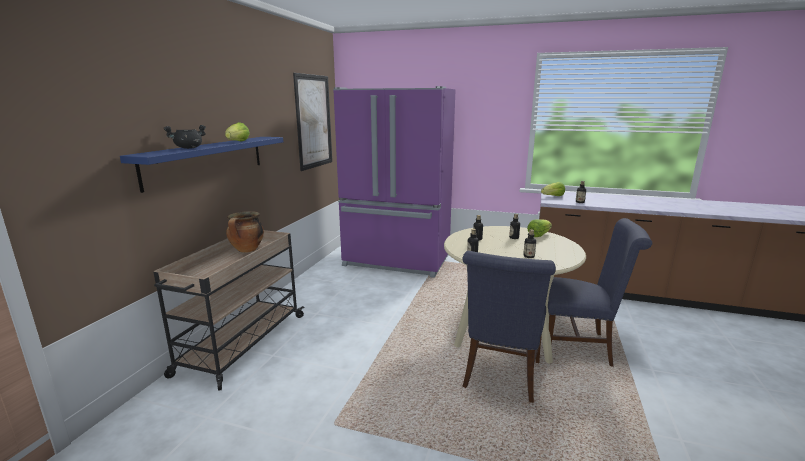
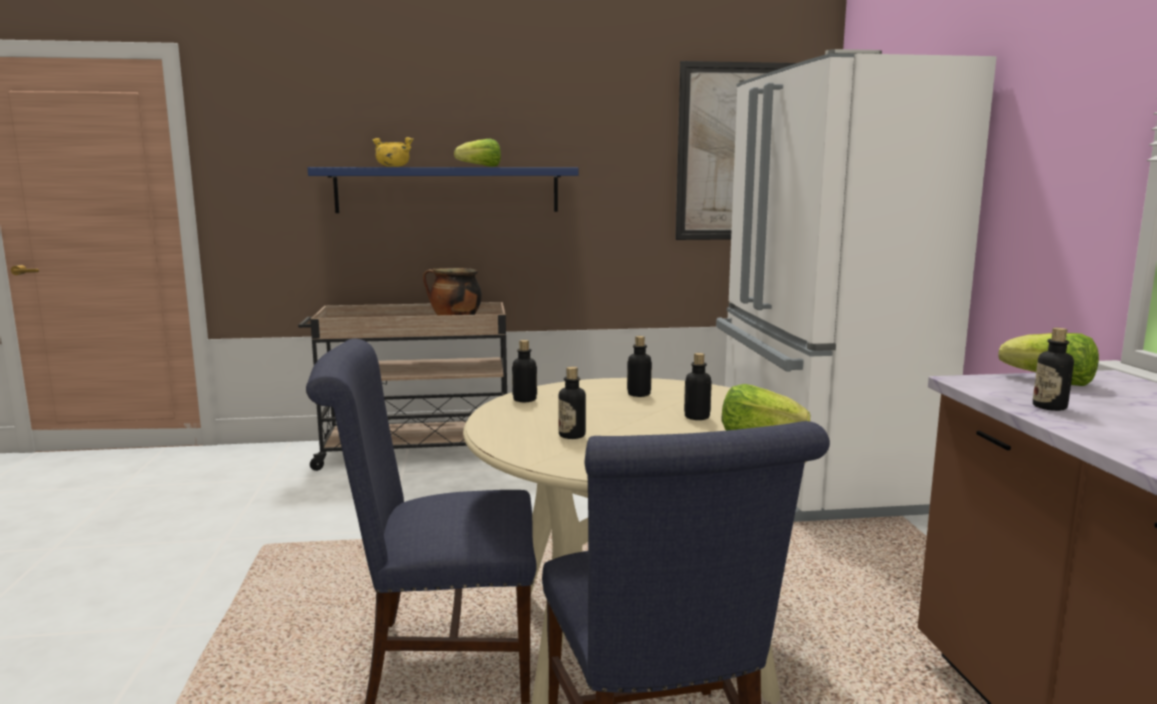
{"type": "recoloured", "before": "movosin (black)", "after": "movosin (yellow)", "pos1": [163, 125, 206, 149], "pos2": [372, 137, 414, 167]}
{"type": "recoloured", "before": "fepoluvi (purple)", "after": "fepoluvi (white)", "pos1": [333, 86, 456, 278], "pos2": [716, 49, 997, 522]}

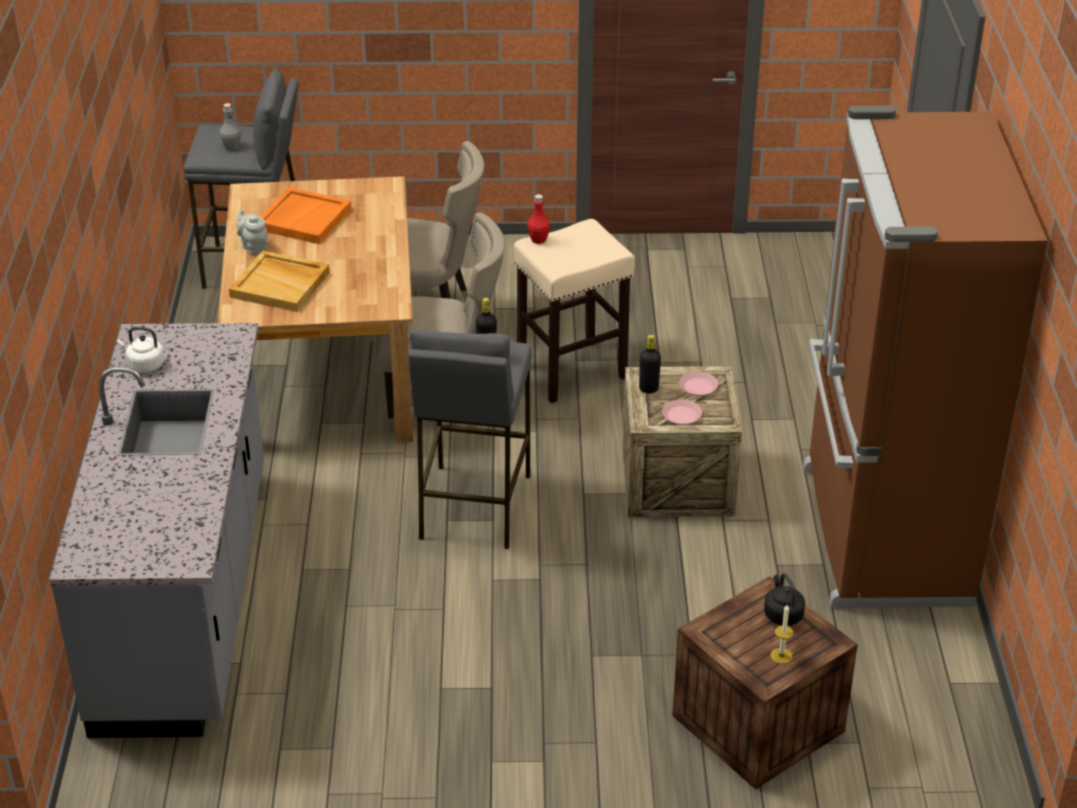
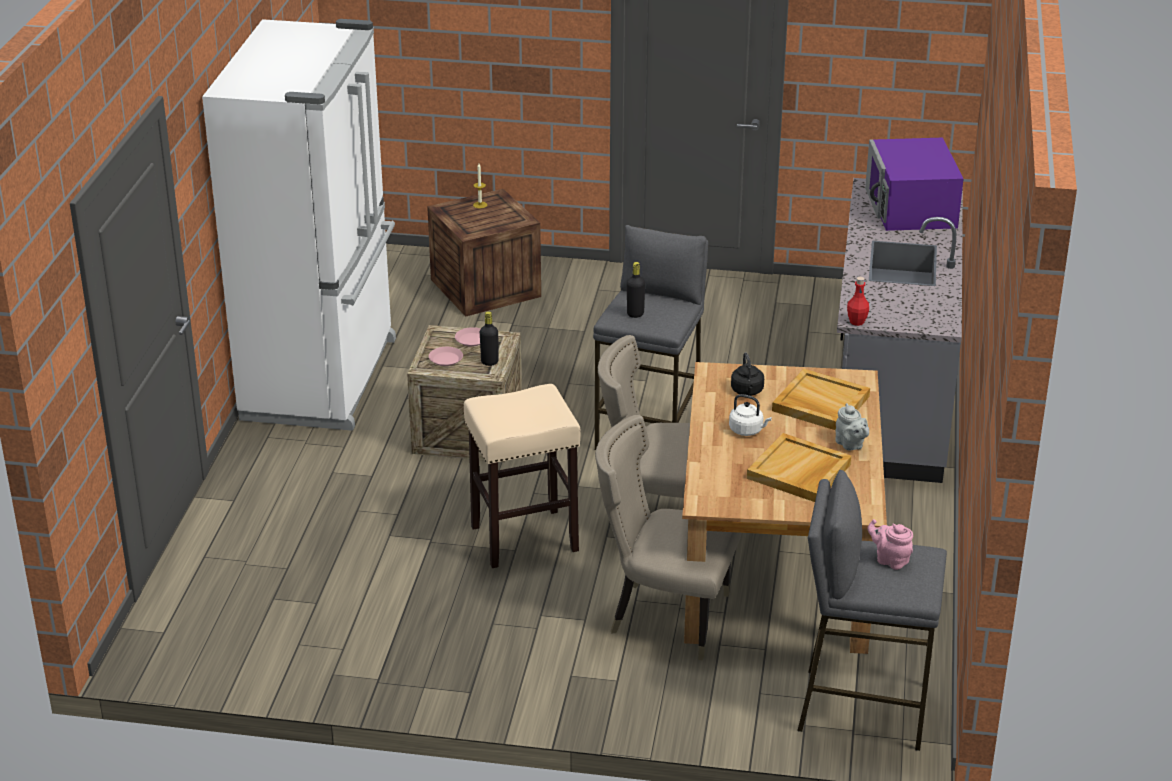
{"type": "moved", "before": "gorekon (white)", "pos1": [117, 327, 164, 372], "pos2": [729, 394, 772, 436]}
{"type": "replaced", "before": "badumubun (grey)", "after": "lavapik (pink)", "pos1": [219, 103, 241, 150], "pos2": [867, 519, 913, 570]}
{"type": "recoloured", "before": "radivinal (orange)", "after": "radivinal (beige)", "pos1": [260, 187, 351, 244], "pos2": [747, 433, 852, 502]}
{"type": "moved", "before": "badumubun (red)", "pos1": [527, 194, 550, 244], "pos2": [847, 277, 869, 326]}
{"type": "moved", "before": "gorekon (black)", "pos1": [764, 573, 805, 625], "pos2": [731, 352, 764, 396]}
{"type": "recoloured", "before": "fepoluvi (brown)", "after": "fepoluvi (white)", "pos1": [803, 106, 1047, 608], "pos2": [202, 19, 396, 431]}
{"type": "added", "after": "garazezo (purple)", "pos2": [865, 138, 963, 231]}

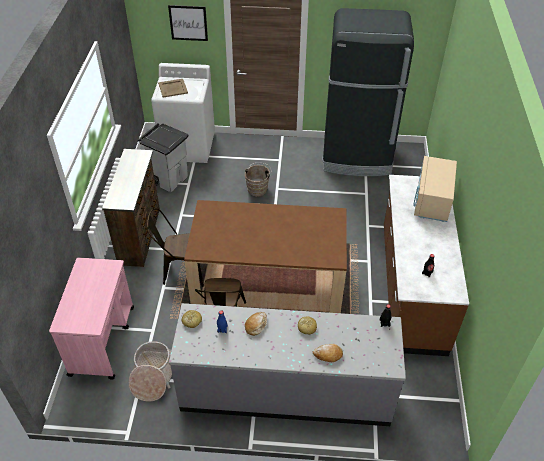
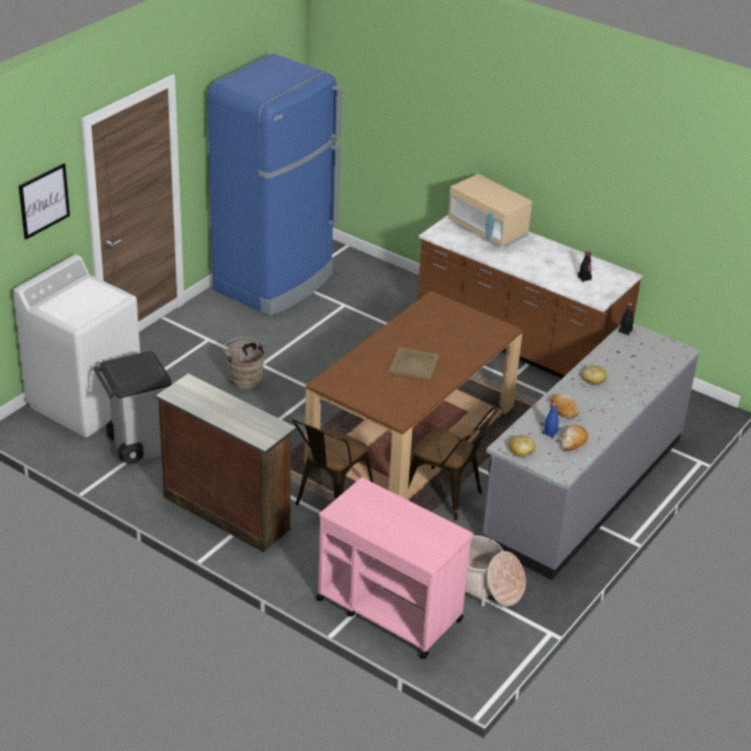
{"type": "moved", "before": "radivinal (beige)", "pos1": [158, 79, 188, 97], "pos2": [388, 347, 440, 380]}
{"type": "moved", "before": "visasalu", "pos1": [312, 344, 343, 362], "pos2": [560, 425, 588, 451]}
{"type": "recoloured", "before": "fepoluvi (black)", "after": "fepoluvi (blue)", "pos1": [322, 8, 414, 176], "pos2": [207, 54, 342, 316]}

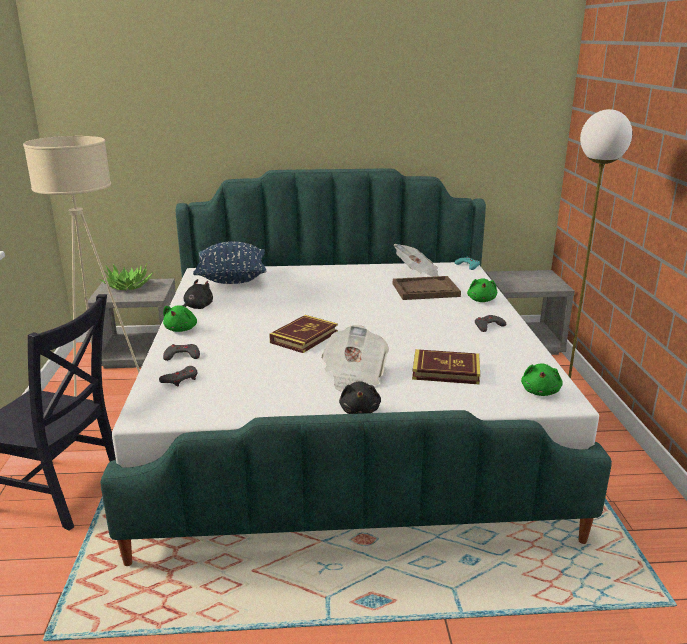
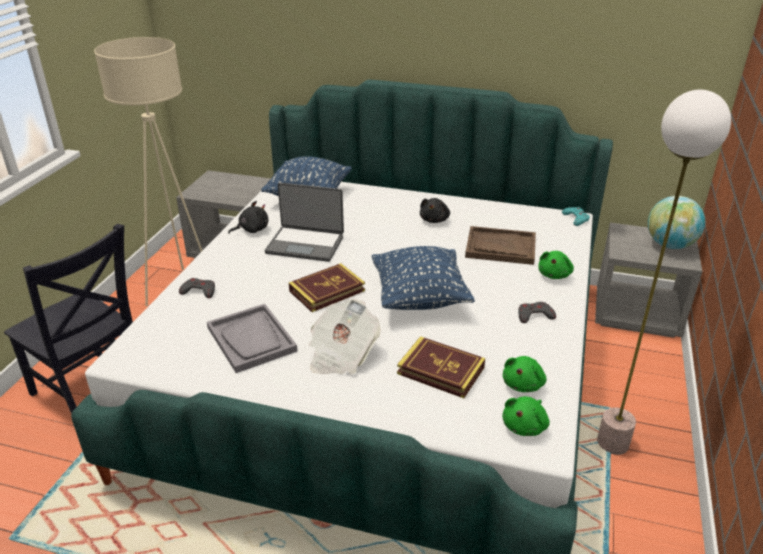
{"type": "removed", "before": "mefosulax", "pos1": [99, 264, 153, 290]}
{"type": "removed", "before": "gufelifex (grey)", "pos1": [159, 366, 197, 387]}
{"type": "moved", "before": "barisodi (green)", "pos1": [163, 305, 197, 332], "pos2": [503, 356, 547, 392]}
{"type": "moved", "before": "barisodi (black)", "pos1": [339, 381, 381, 414], "pos2": [420, 198, 450, 223]}
{"type": "removed", "before": "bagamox", "pos1": [394, 244, 438, 277]}
{"type": "added", "after": "radivinal (grey)", "pos2": [207, 304, 297, 373]}
{"type": "added", "after": "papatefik", "pos2": [265, 183, 344, 262]}
{"type": "added", "after": "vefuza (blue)", "pos2": [372, 246, 475, 310]}
{"type": "added", "after": "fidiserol", "pos2": [648, 196, 705, 249]}

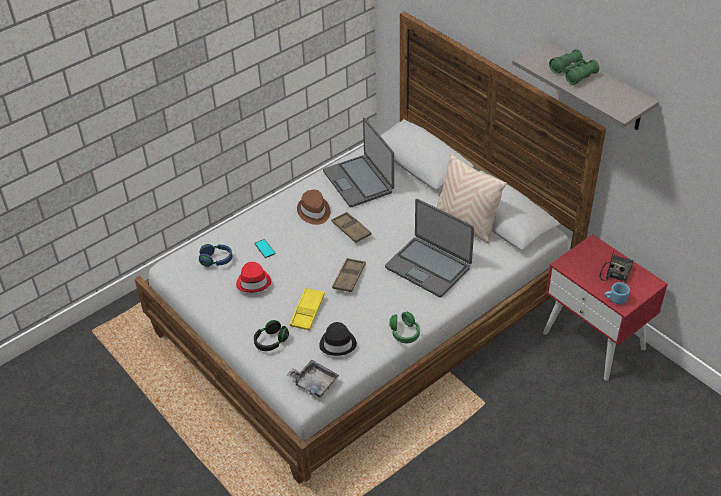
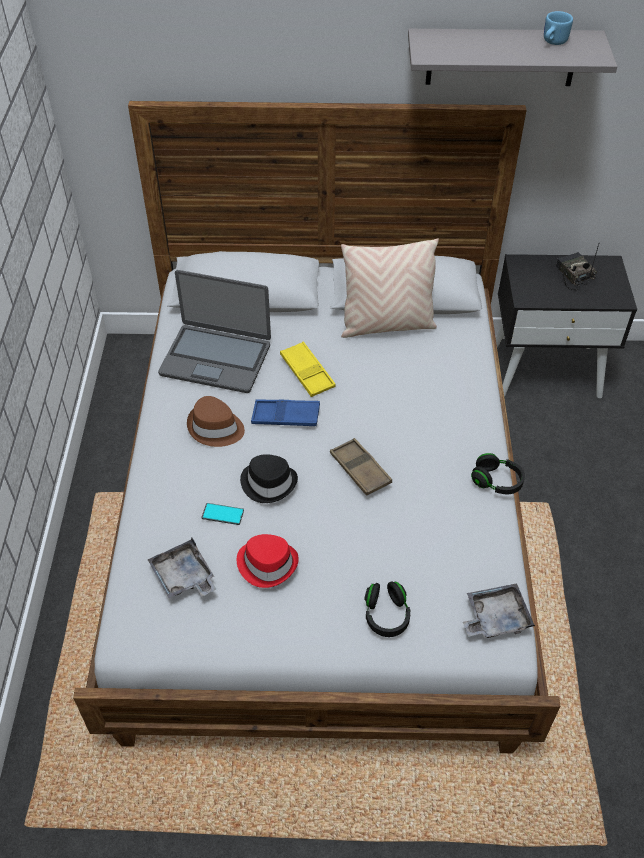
{"type": "replaced", "before": "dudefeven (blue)", "after": "radivinal (grey)", "pos1": [199, 244, 232, 267], "pos2": [147, 538, 216, 598]}
{"type": "moved", "before": "radivinal (yellow)", "pos1": [290, 287, 325, 330], "pos2": [280, 342, 335, 397]}
{"type": "moved", "before": "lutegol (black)", "pos1": [319, 322, 357, 356], "pos2": [240, 454, 298, 503]}
{"type": "recoloured", "before": "radivinal (brown)", "after": "radivinal (blue)", "pos1": [331, 212, 371, 243], "pos2": [251, 399, 320, 426]}
{"type": "removed", "before": "papatefik", "pos1": [385, 199, 474, 297]}
{"type": "recoloured", "before": "dudefeven (green)", "after": "dudefeven (black)", "pos1": [390, 312, 420, 343], "pos2": [471, 453, 525, 494]}
{"type": "recoloured", "before": "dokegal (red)", "after": "dokegal (black)", "pos1": [543, 234, 668, 381], "pos2": [496, 254, 637, 398]}
{"type": "removed", "before": "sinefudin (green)", "pos1": [549, 49, 599, 85]}
{"type": "moved", "before": "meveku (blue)", "pos1": [605, 282, 630, 305], "pos2": [544, 11, 573, 45]}

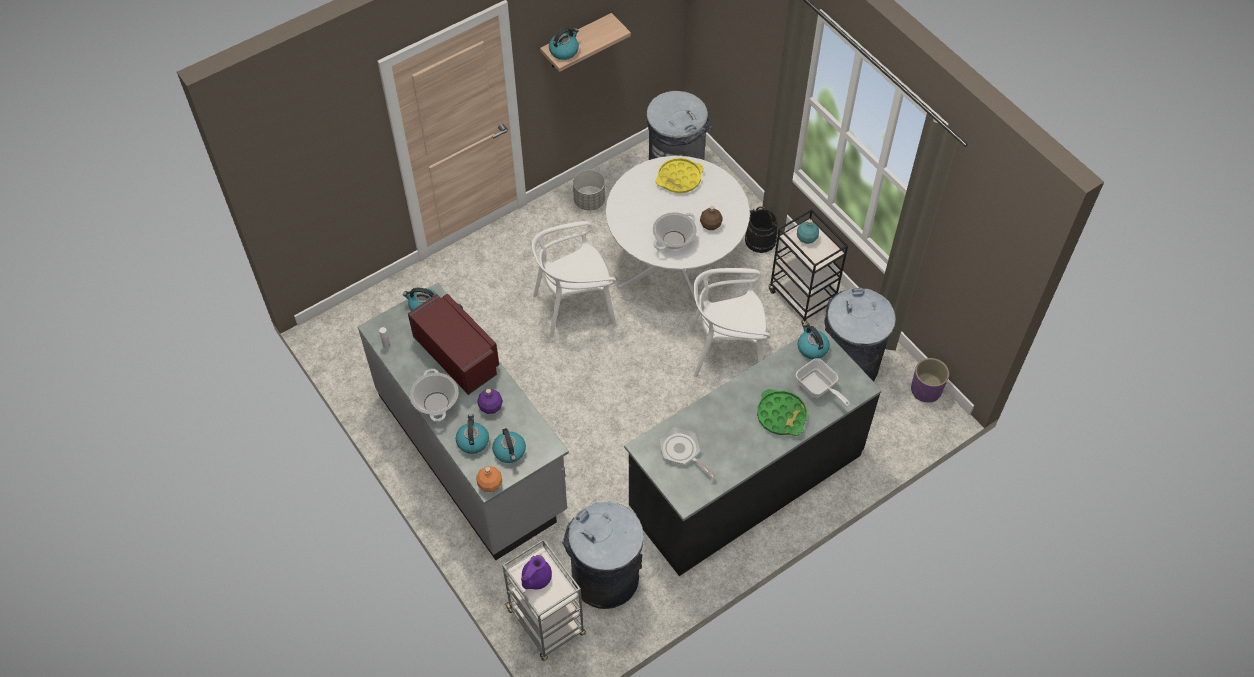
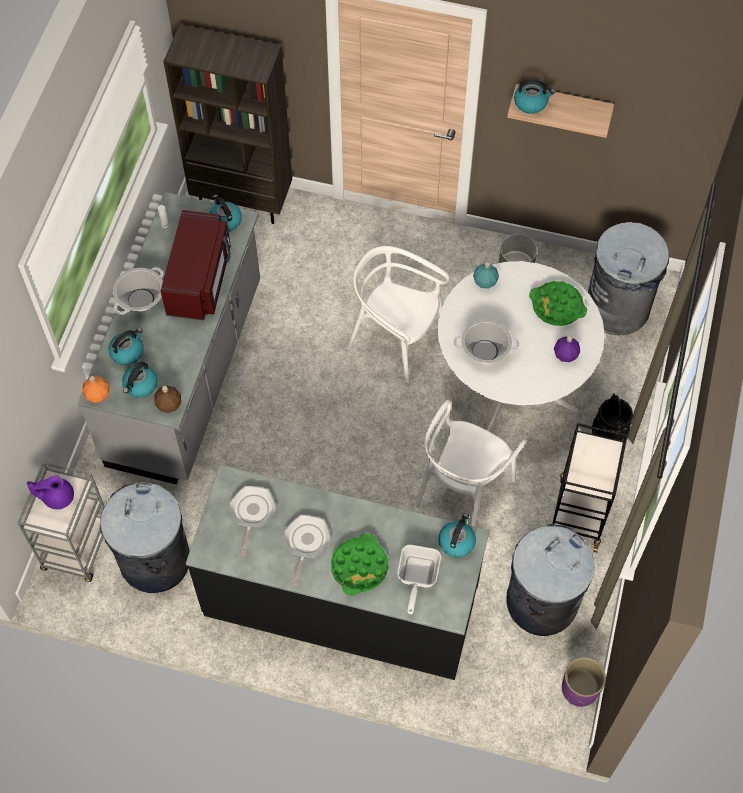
{"type": "moved", "before": "badumubun (purple)", "pos1": [477, 389, 503, 414], "pos2": [554, 336, 580, 362]}
{"type": "recoloured", "before": "radivinal (yellow)", "after": "radivinal (green)", "pos1": [656, 158, 704, 193], "pos2": [529, 281, 587, 326]}
{"type": "turned", "before": "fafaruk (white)", "pos1": [689, 268, 771, 377], "pos2": [415, 400, 527, 527], "turn": -105}
{"type": "moved", "before": "badumubun (brown)", "pos1": [700, 206, 723, 230], "pos2": [154, 386, 181, 413]}
{"type": "moved", "before": "badumubun (turquoise)", "pos1": [797, 219, 819, 244], "pos2": [473, 262, 499, 288]}
{"type": "added", "after": "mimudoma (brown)", "pos2": [163, 24, 292, 224]}
{"type": "added", "after": "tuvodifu", "pos2": [284, 515, 331, 586]}

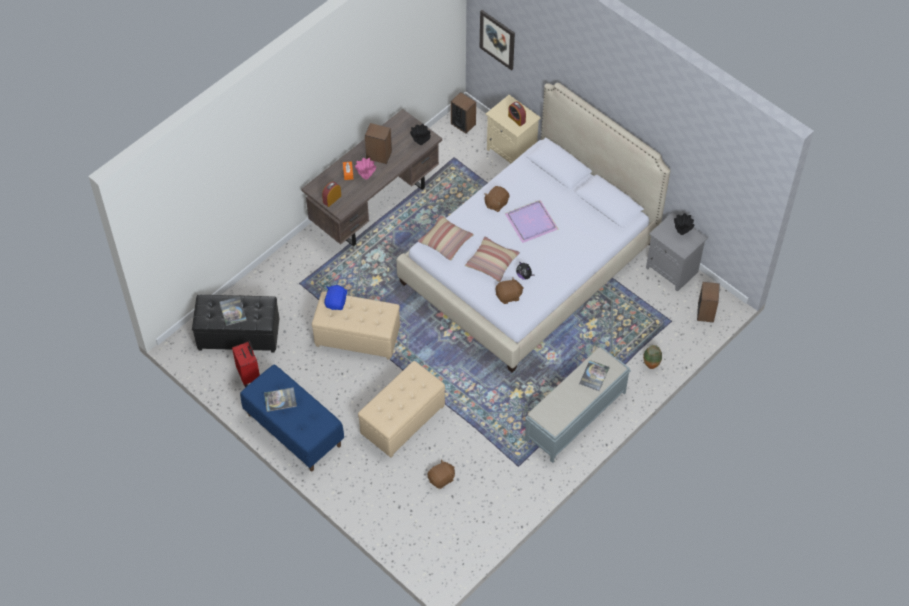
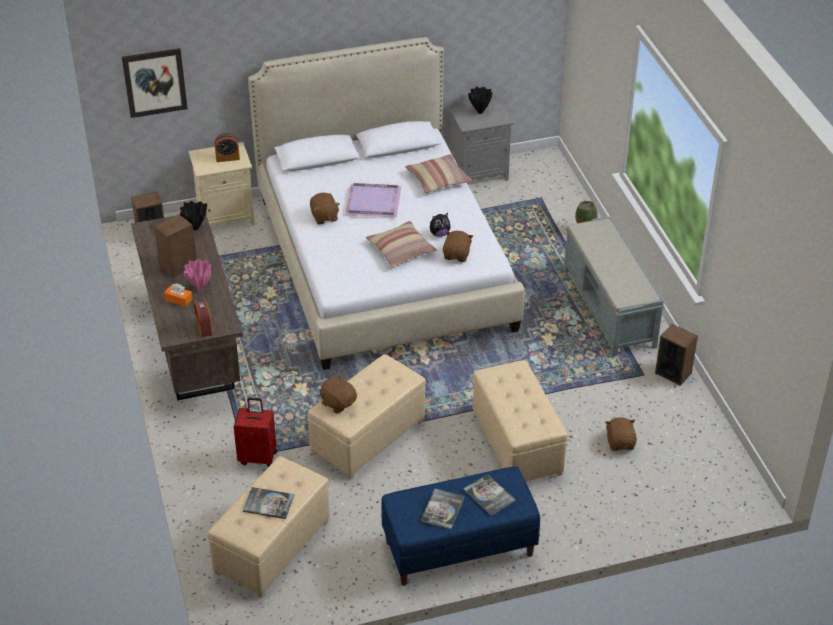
{"type": "recoloured", "before": "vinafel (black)", "after": "vinafel (beige)", "pos1": [192, 295, 279, 353], "pos2": [208, 456, 330, 598]}
{"type": "moved", "before": "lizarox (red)", "pos1": [232, 341, 260, 387], "pos2": [234, 398, 277, 467]}
{"type": "recoloured", "before": "barisodi (blue)", "after": "barisodi (brown)", "pos1": [324, 285, 348, 310], "pos2": [319, 374, 357, 414]}
{"type": "moved", "before": "vefuza", "pos1": [418, 215, 474, 261], "pos2": [405, 154, 472, 193]}
{"type": "moved", "before": "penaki", "pos1": [579, 360, 610, 391], "pos2": [464, 474, 516, 516]}
{"type": "moved", "before": "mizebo", "pos1": [697, 282, 720, 323], "pos2": [655, 324, 698, 386]}

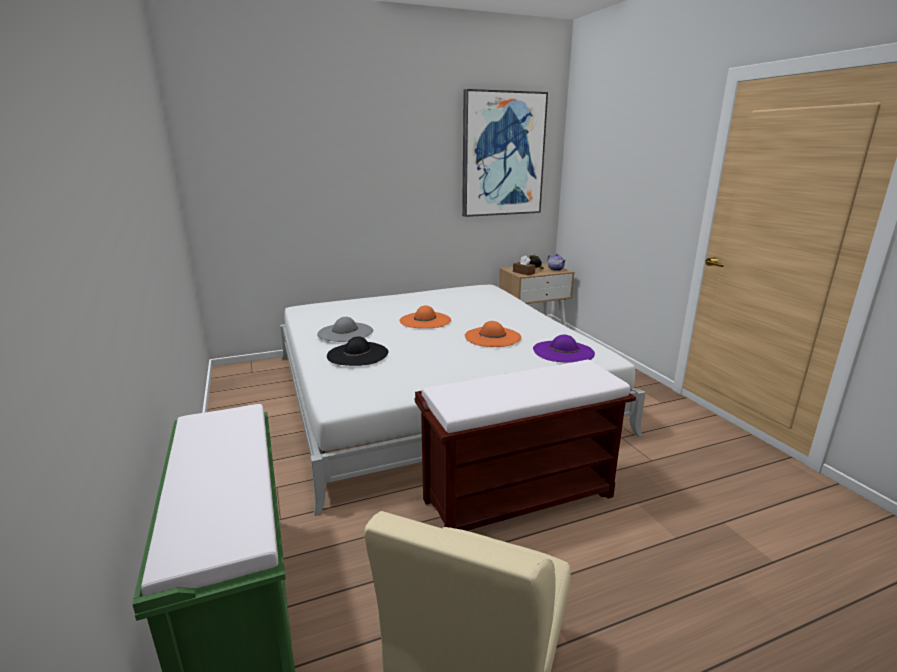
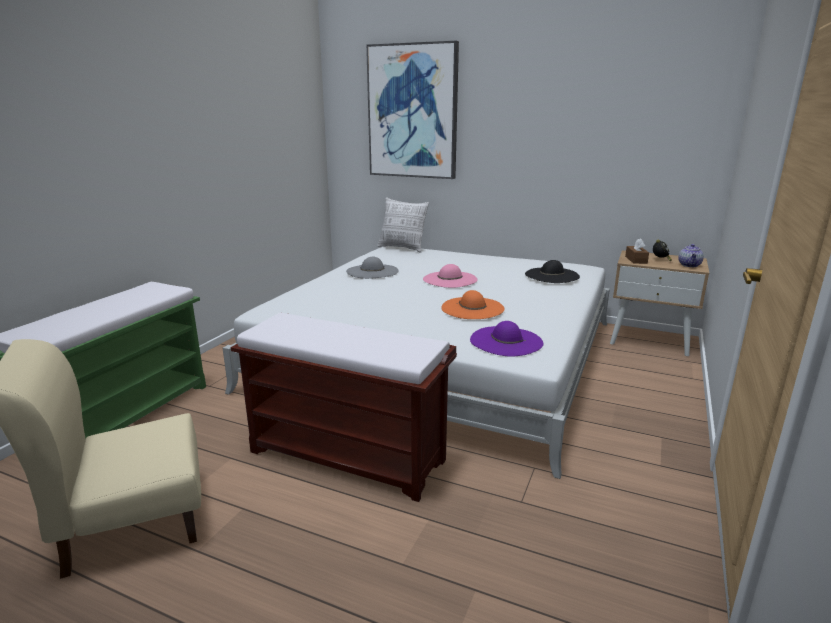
{"type": "moved", "before": "lutegol (black)", "pos1": [327, 337, 388, 366], "pos2": [525, 260, 580, 283]}
{"type": "recoloured", "before": "lutegol (orange)", "after": "lutegol (pink)", "pos1": [400, 305, 451, 328], "pos2": [423, 264, 477, 288]}
{"type": "moved", "before": "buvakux", "pos1": [462, 89, 548, 217], "pos2": [366, 41, 459, 179]}
{"type": "added", "after": "vefuza", "pos2": [377, 197, 429, 253]}

